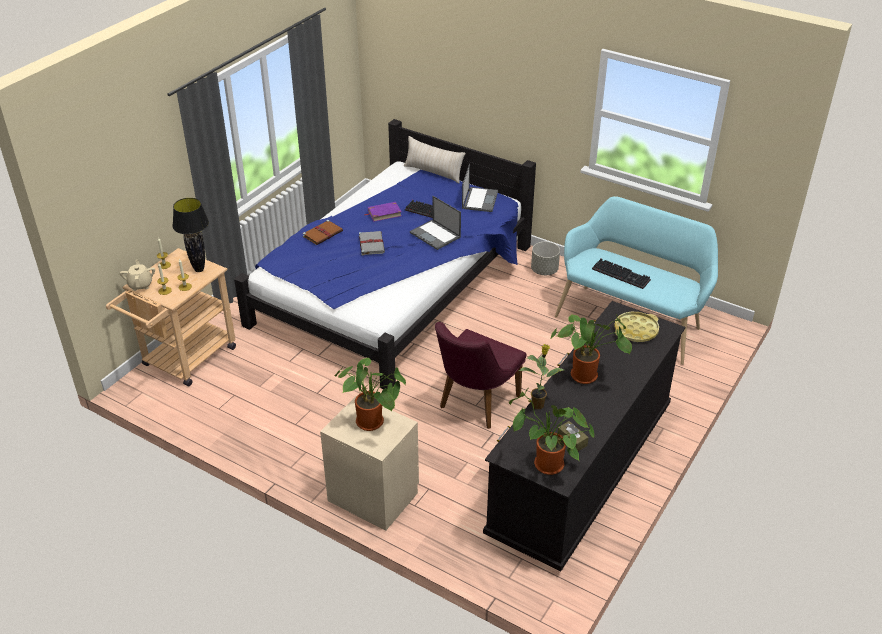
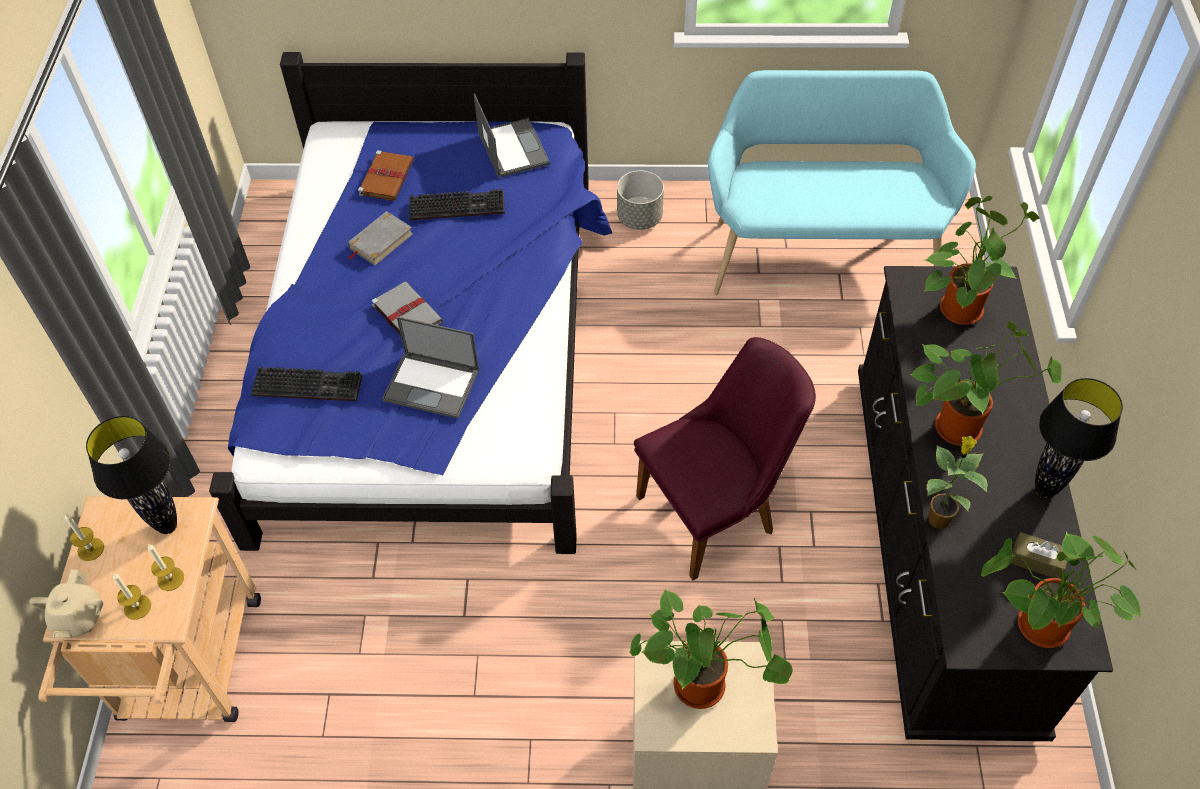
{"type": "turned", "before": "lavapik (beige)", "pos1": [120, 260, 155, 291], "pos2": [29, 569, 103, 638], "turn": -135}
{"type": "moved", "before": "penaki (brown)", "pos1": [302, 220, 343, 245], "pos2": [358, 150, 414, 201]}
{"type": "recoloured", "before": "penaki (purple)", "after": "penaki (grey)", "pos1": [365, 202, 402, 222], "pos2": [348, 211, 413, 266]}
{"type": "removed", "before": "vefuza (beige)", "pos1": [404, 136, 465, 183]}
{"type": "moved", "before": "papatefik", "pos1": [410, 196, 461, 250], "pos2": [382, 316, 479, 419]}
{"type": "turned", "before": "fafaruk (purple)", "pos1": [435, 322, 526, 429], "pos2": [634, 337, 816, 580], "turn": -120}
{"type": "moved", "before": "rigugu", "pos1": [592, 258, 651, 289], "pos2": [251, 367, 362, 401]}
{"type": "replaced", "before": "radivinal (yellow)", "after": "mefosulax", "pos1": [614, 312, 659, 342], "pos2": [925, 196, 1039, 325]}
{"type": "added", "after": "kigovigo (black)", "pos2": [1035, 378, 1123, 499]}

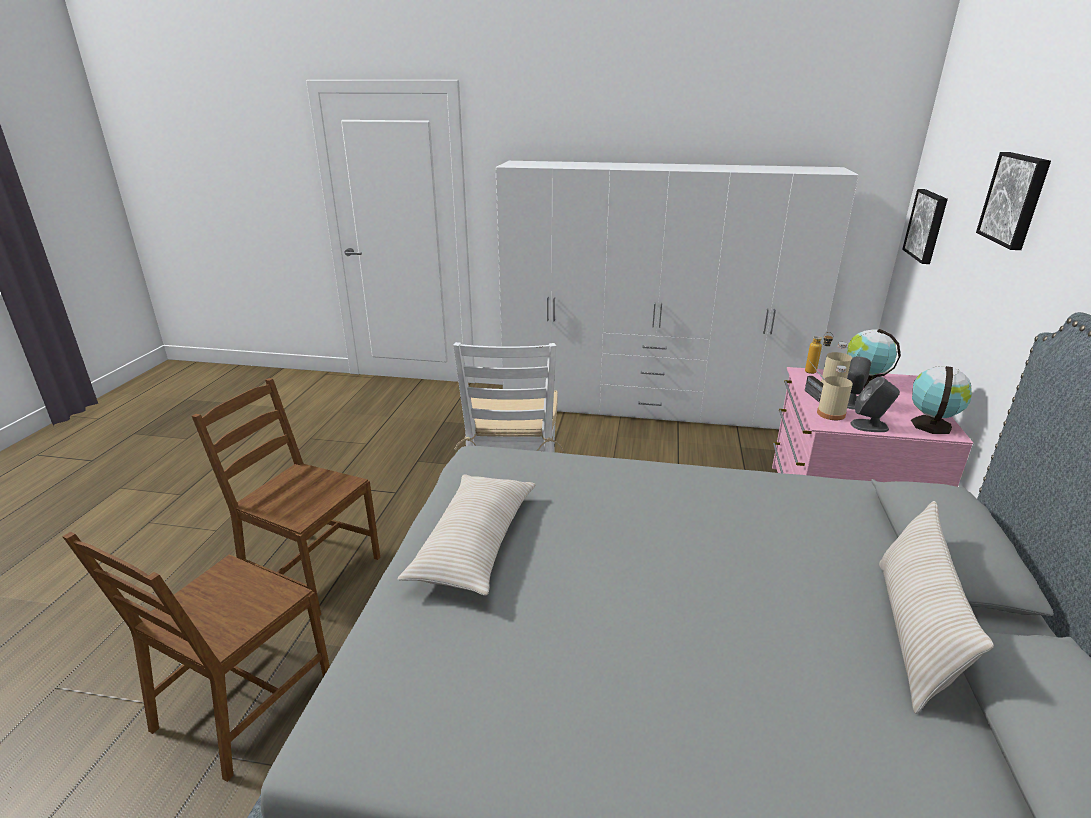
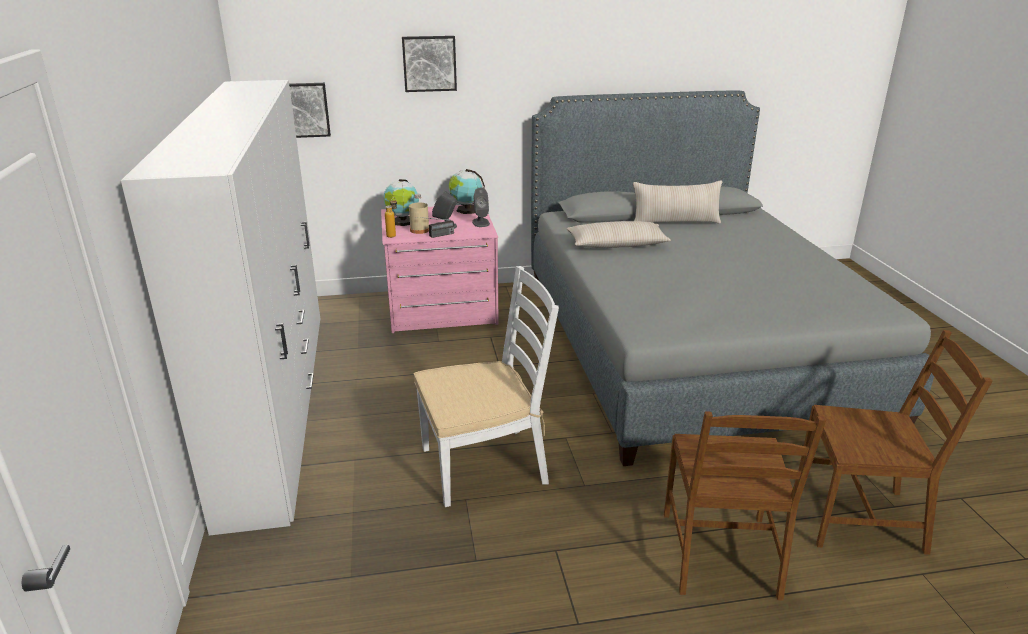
{"type": "moved", "before": "vefuza (beige)", "pos1": [398, 474, 536, 595], "pos2": [566, 221, 671, 248]}
{"type": "removed", "before": "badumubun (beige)", "pos1": [817, 365, 853, 420]}

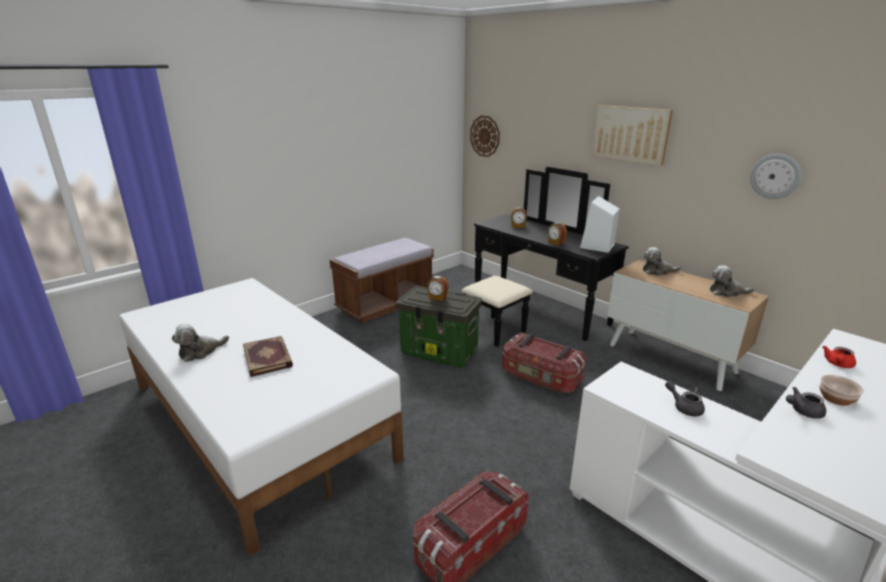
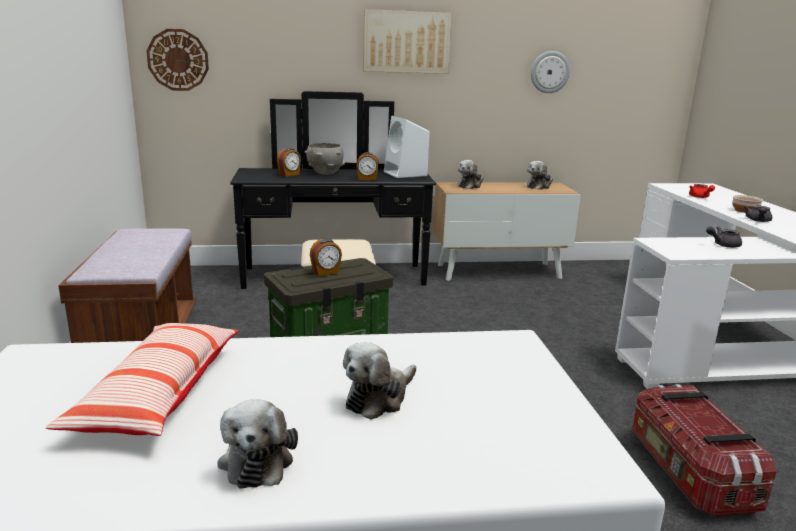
{"type": "replaced", "before": "penaki", "after": "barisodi", "pos1": [243, 336, 293, 377], "pos2": [343, 342, 416, 420]}
{"type": "removed", "before": "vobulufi", "pos1": [502, 333, 587, 394]}
{"type": "added", "after": "vefuza", "pos2": [45, 323, 239, 436]}
{"type": "added", "after": "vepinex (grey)", "pos2": [305, 143, 345, 175]}

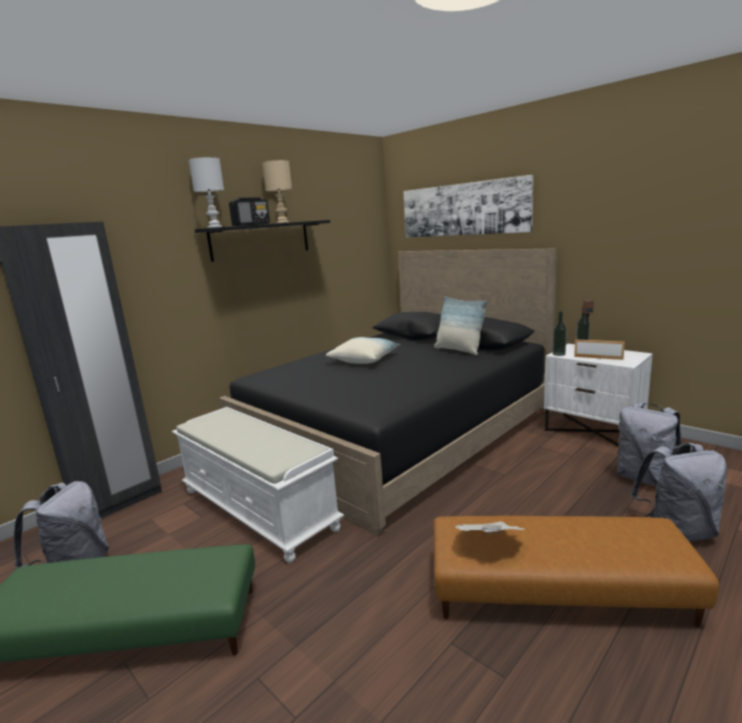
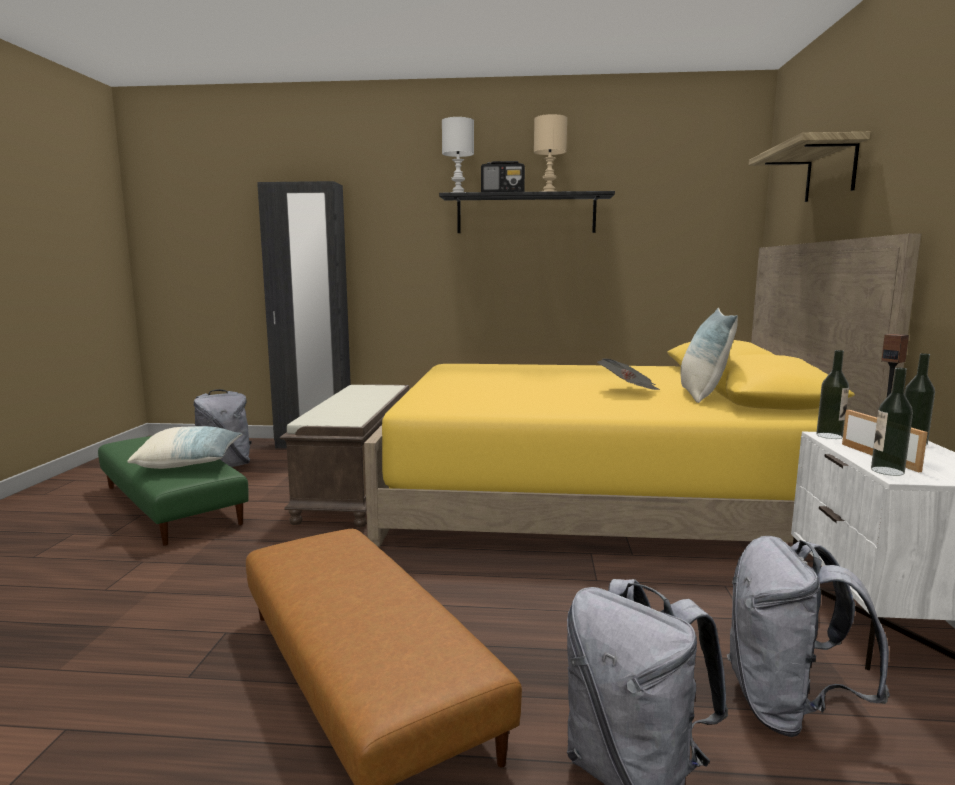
{"type": "recoloured", "before": "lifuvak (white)", "after": "lifuvak (brown)", "pos1": [172, 407, 344, 563], "pos2": [280, 384, 409, 527]}
{"type": "recoloured", "before": "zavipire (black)", "after": "zavipire (yellow)", "pos1": [219, 248, 557, 536], "pos2": [364, 233, 921, 547]}
{"type": "moved", "before": "vefuza", "pos1": [326, 337, 400, 364], "pos2": [127, 426, 243, 469]}
{"type": "replaced", "before": "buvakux", "after": "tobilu", "pos1": [403, 175, 533, 238], "pos2": [749, 132, 871, 202]}
{"type": "moved", "before": "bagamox", "pos1": [455, 522, 525, 535], "pos2": [597, 358, 660, 390]}
{"type": "added", "after": "badumubun", "pos2": [871, 368, 913, 476]}

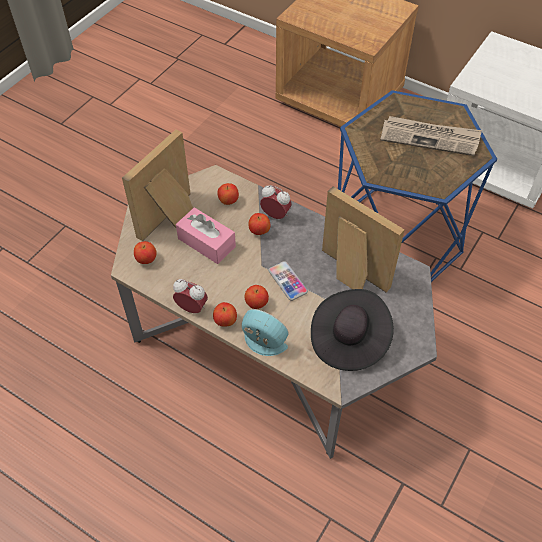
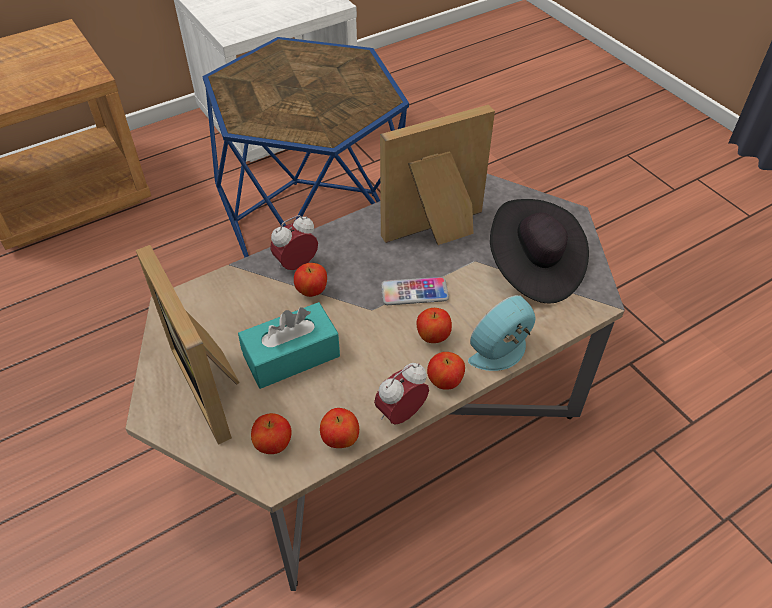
{"type": "recoloured", "before": "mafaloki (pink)", "after": "mafaloki (turquoise)", "pos1": [176, 207, 236, 264], "pos2": [238, 302, 340, 389]}
{"type": "moved", "before": "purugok", "pos1": [217, 183, 239, 205], "pos2": [320, 408, 359, 448]}
{"type": "removed", "before": "bagamox", "pos1": [380, 116, 482, 156]}

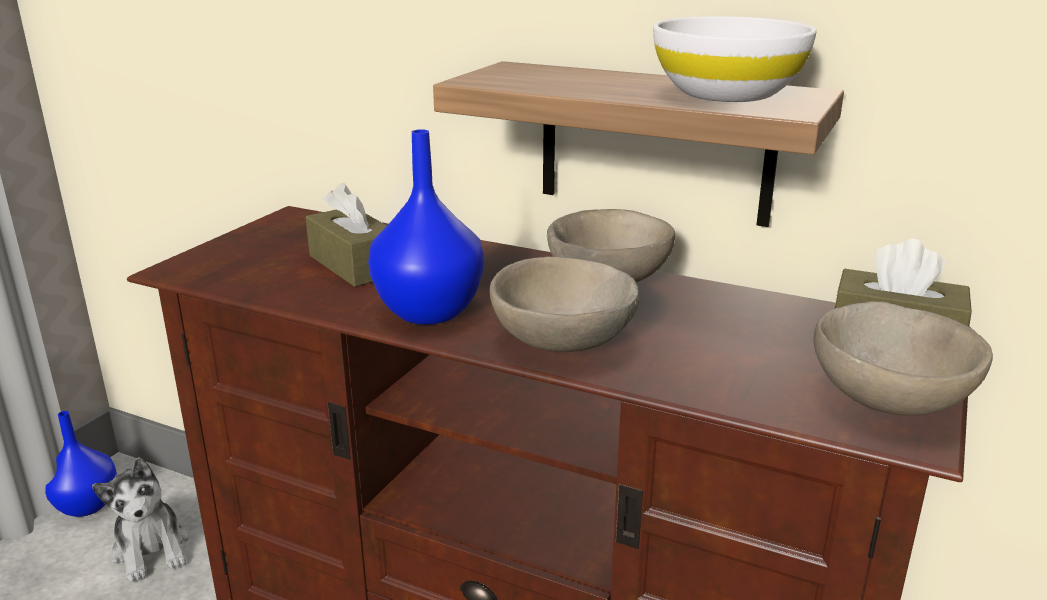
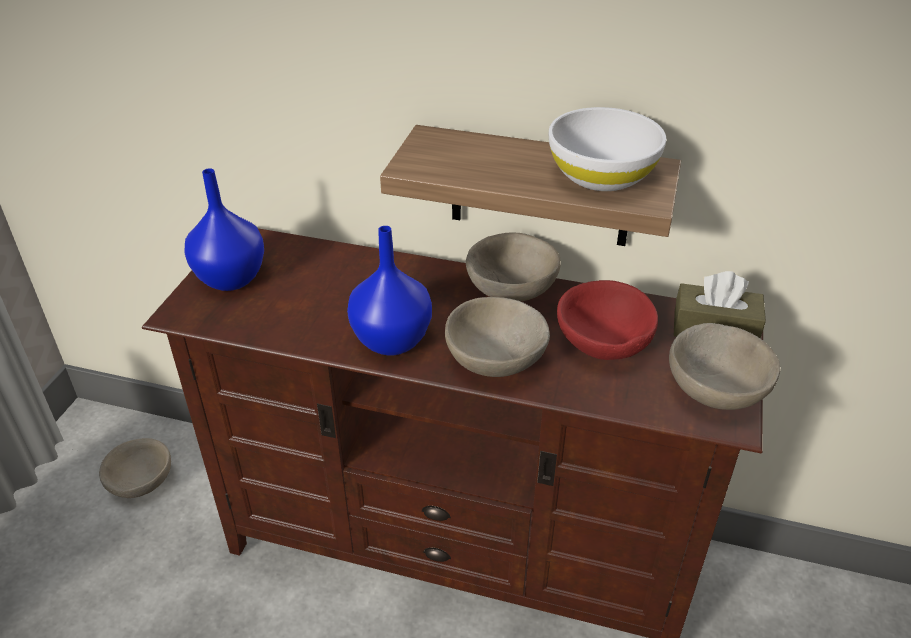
{"type": "moved", "before": "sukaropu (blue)", "pos1": [45, 411, 117, 517], "pos2": [185, 168, 264, 291]}
{"type": "replaced", "before": "barisodi", "after": "vepinex (beige)", "pos1": [92, 457, 189, 583], "pos2": [99, 438, 171, 498]}
{"type": "removed", "before": "mafaloki (brown)", "pos1": [306, 183, 387, 287]}
{"type": "added", "after": "vepinex (red)", "pos2": [557, 280, 658, 360]}

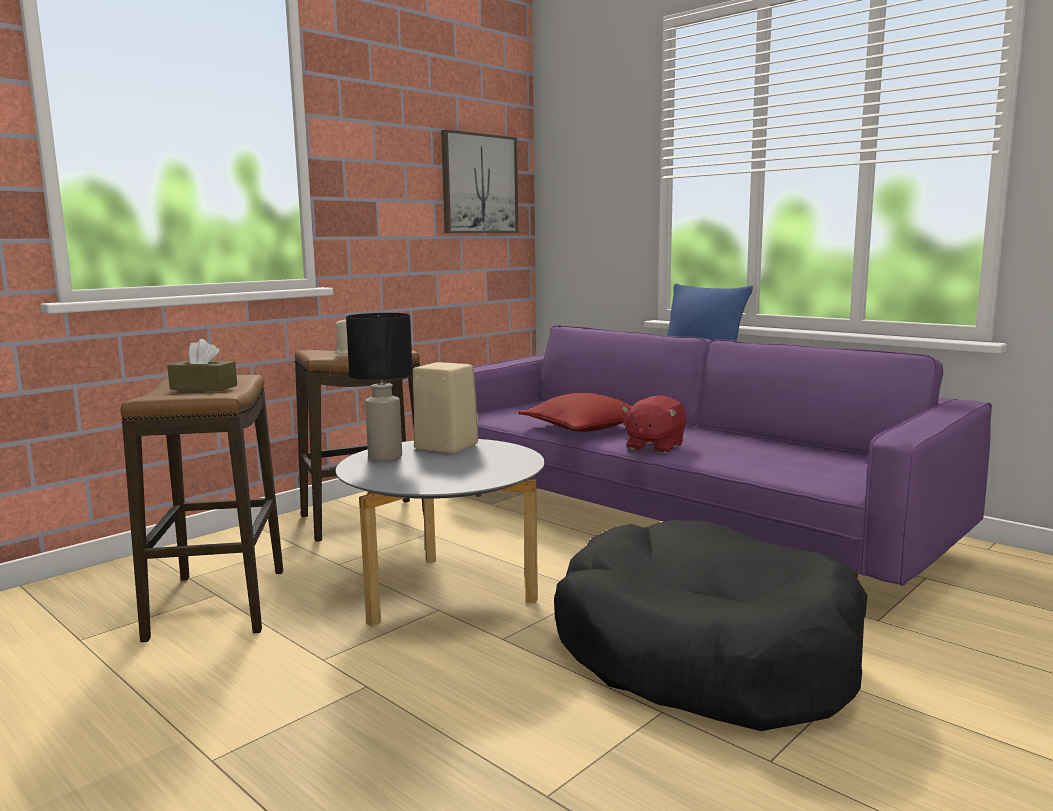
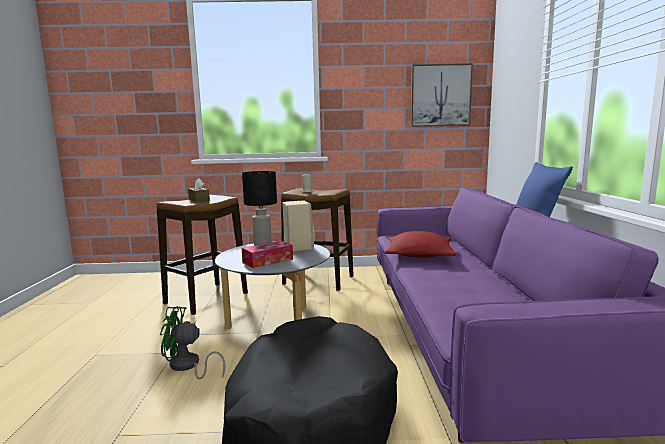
{"type": "removed", "before": "barisodi (red)", "pos1": [621, 395, 686, 454]}
{"type": "added", "after": "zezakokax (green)", "pos2": [160, 306, 226, 379]}
{"type": "added", "after": "mafaloki", "pos2": [242, 241, 293, 268]}

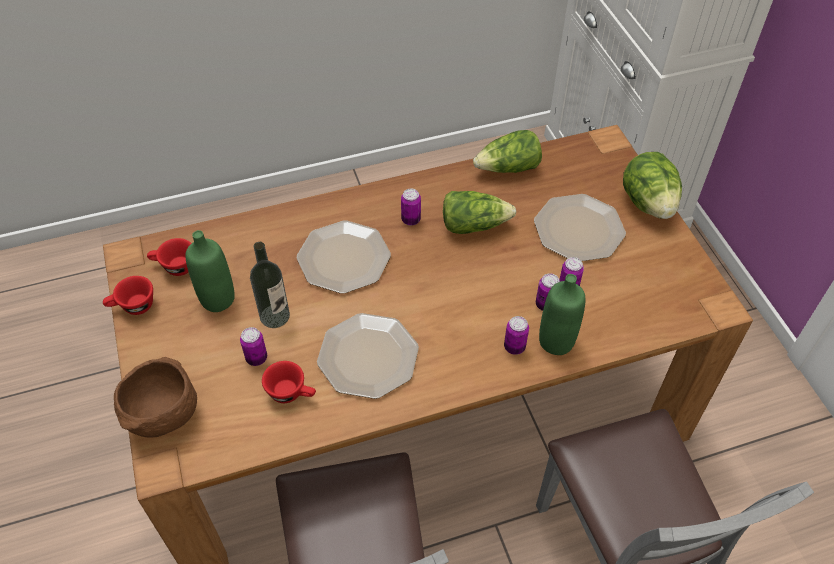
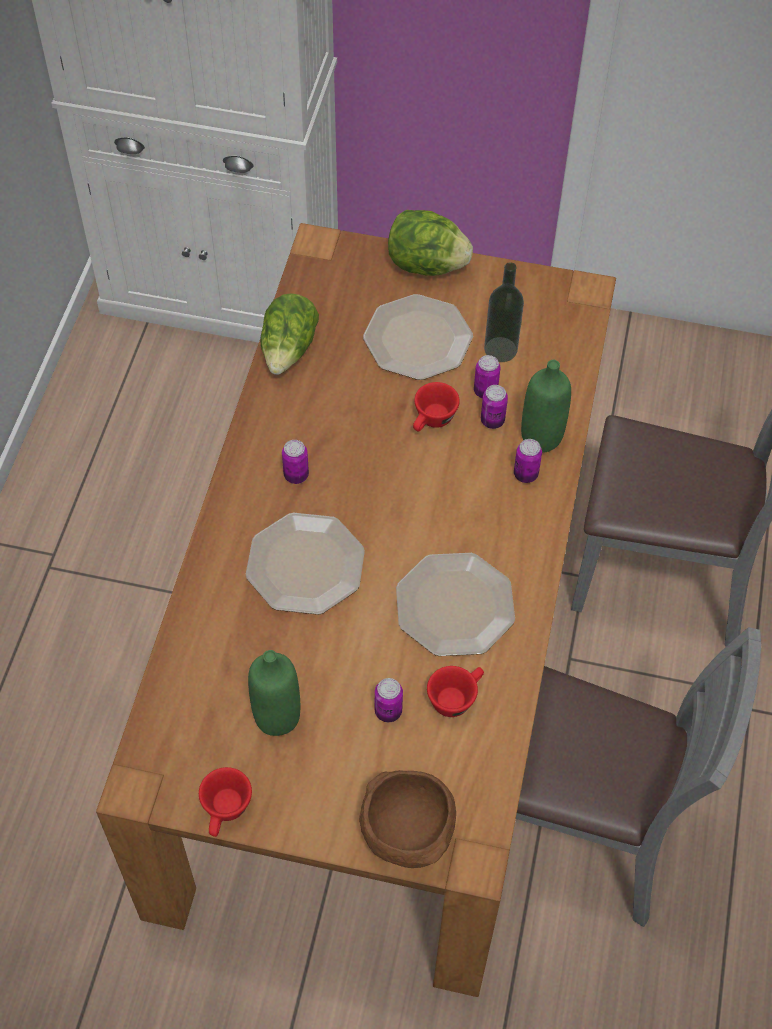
{"type": "moved", "before": "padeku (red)", "pos1": [147, 238, 192, 276], "pos2": [413, 382, 460, 432]}
{"type": "moved", "before": "badumubun", "pos1": [250, 242, 290, 328], "pos2": [484, 262, 524, 362]}
{"type": "removed", "before": "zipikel", "pos1": [443, 191, 517, 234]}

